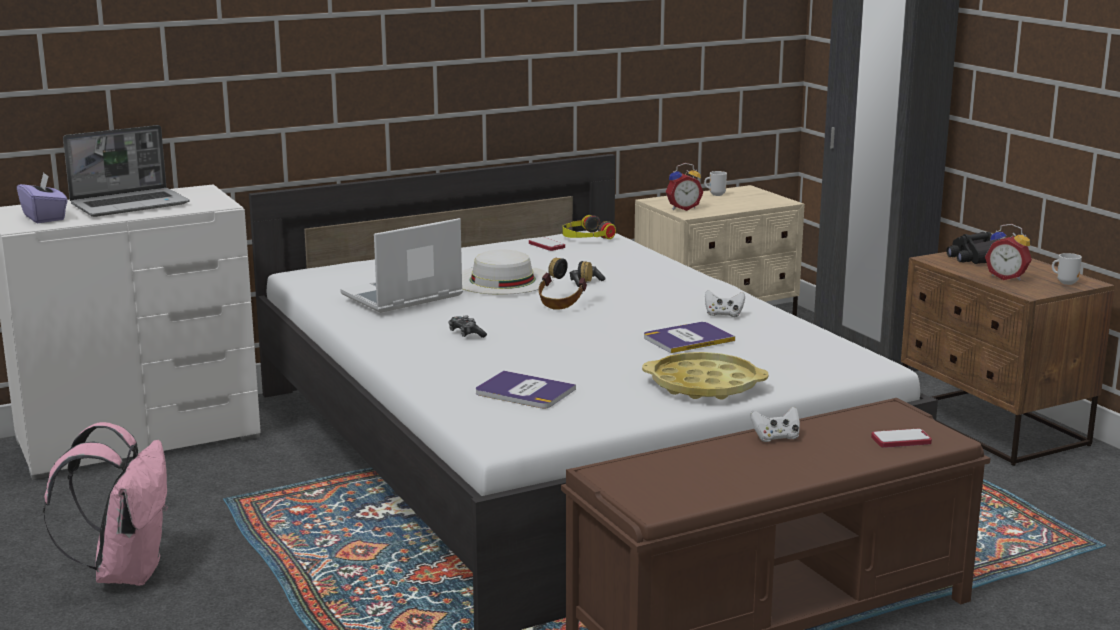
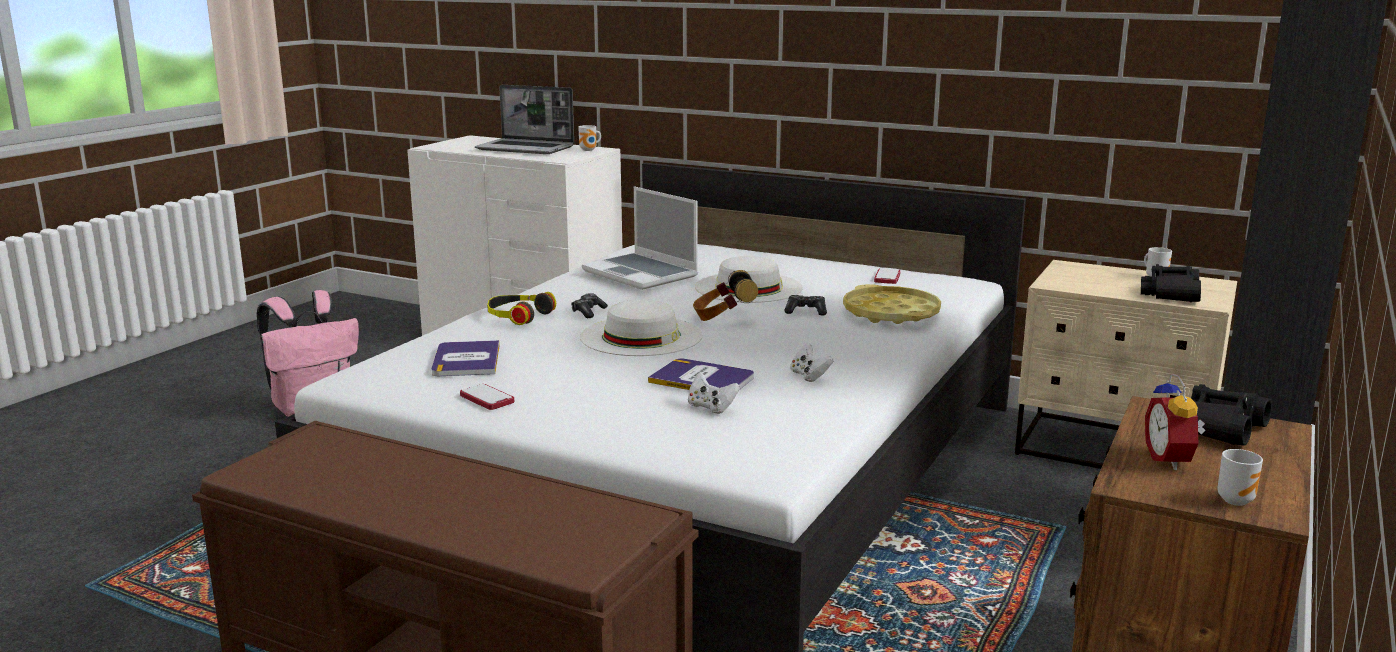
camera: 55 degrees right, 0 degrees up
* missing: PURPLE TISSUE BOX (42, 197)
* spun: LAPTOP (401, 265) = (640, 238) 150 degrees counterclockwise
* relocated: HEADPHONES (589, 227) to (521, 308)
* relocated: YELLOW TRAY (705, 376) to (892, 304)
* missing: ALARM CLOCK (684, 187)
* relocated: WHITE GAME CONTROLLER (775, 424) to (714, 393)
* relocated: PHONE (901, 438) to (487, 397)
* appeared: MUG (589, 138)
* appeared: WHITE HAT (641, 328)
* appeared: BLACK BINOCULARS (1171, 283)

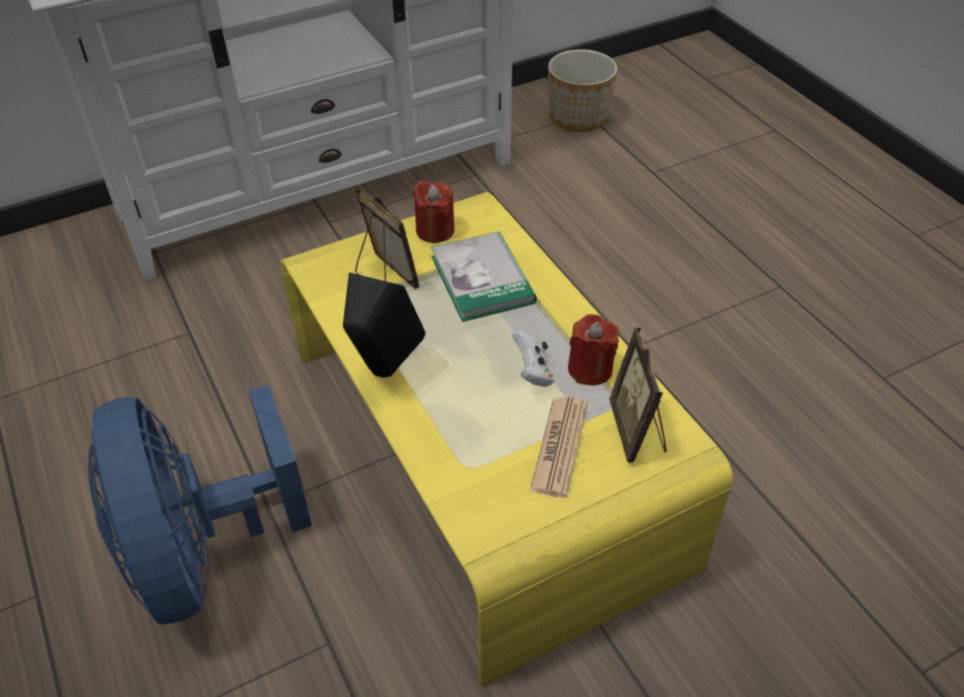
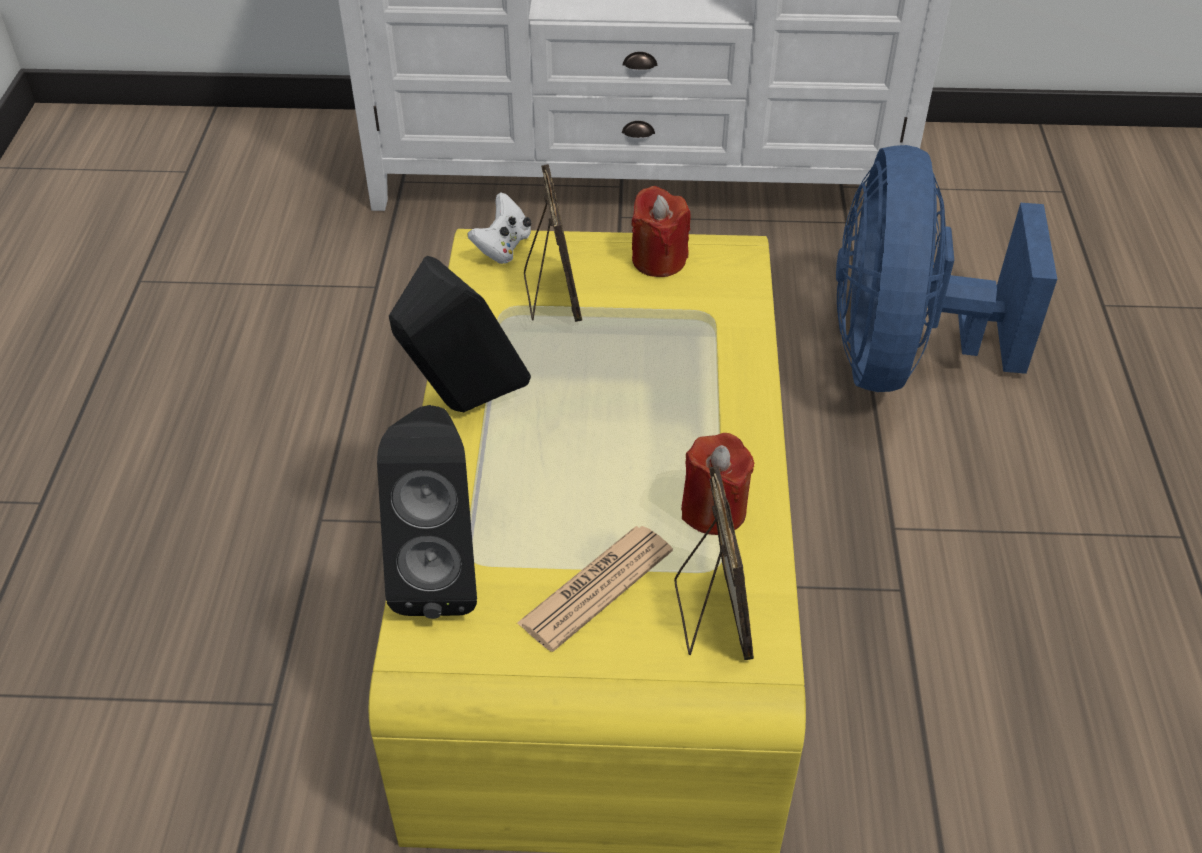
camera: 30 degrees right, 0 degrees up
* relocated: BLUE FAN (200, 504) to (946, 268)
* missing: BOOK (484, 276)
* relocated: WHITE GAME CONTROLLER (533, 358) to (499, 228)
* missing: PLANTER (583, 90)
* spun: PICTURE FRAME (638, 395) = (714, 563) 150 degrees clockwise
* appeared: BLACK SPEAKER (427, 512)

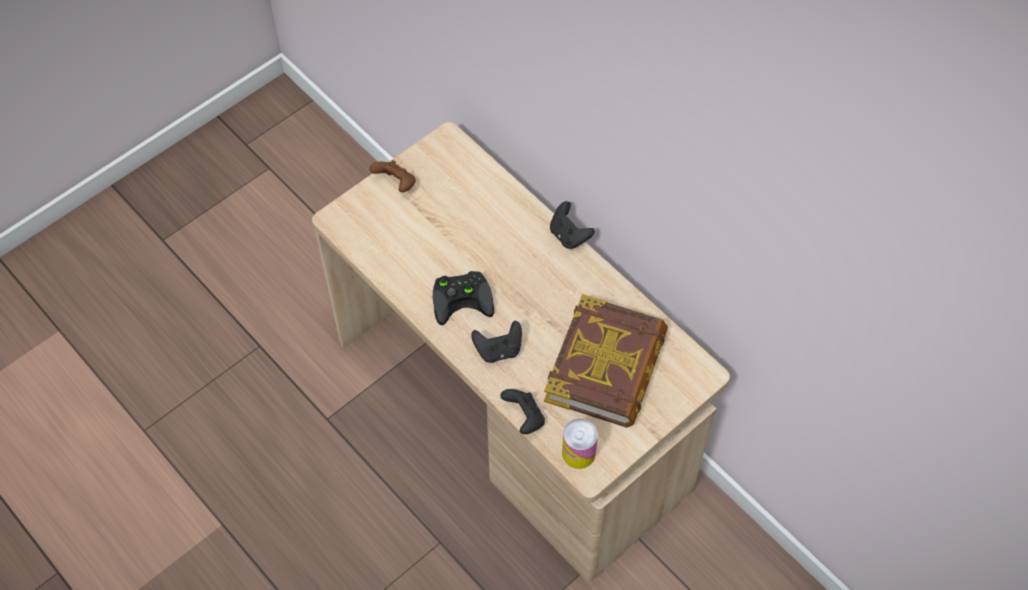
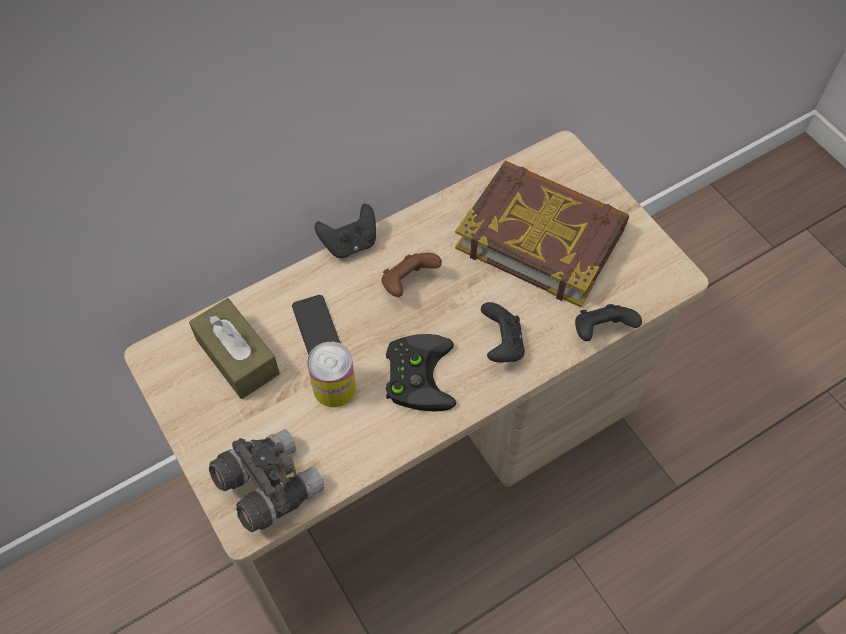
camera: 80 degrees left, 0 degrees up
* relocated: BROWN GAME CONTROLLER (392, 176) to (411, 275)
* relocated: CAN (580, 444) to (331, 374)
* appeared: BROWN TISSUE BOX (234, 348)
* appeared: GREY BINOCULARS (266, 480)
* appeared: PHONE (316, 325)

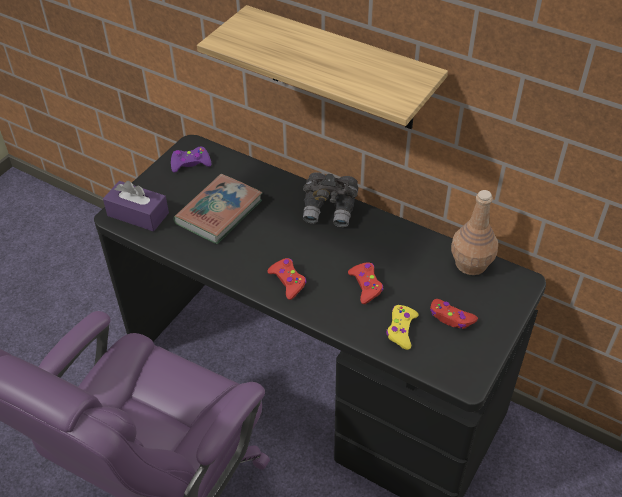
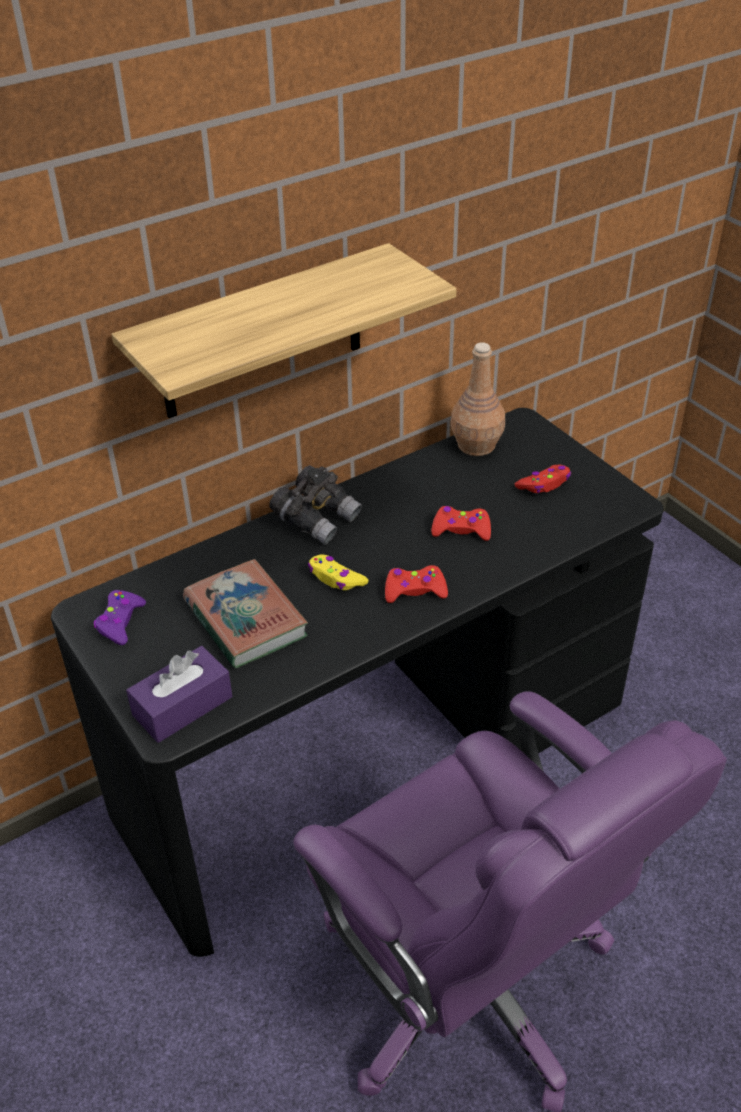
camera: 65 degrees left, 5 degrees down
* relocated: YELLOW GAME CONTROLLER (402, 327) to (338, 572)

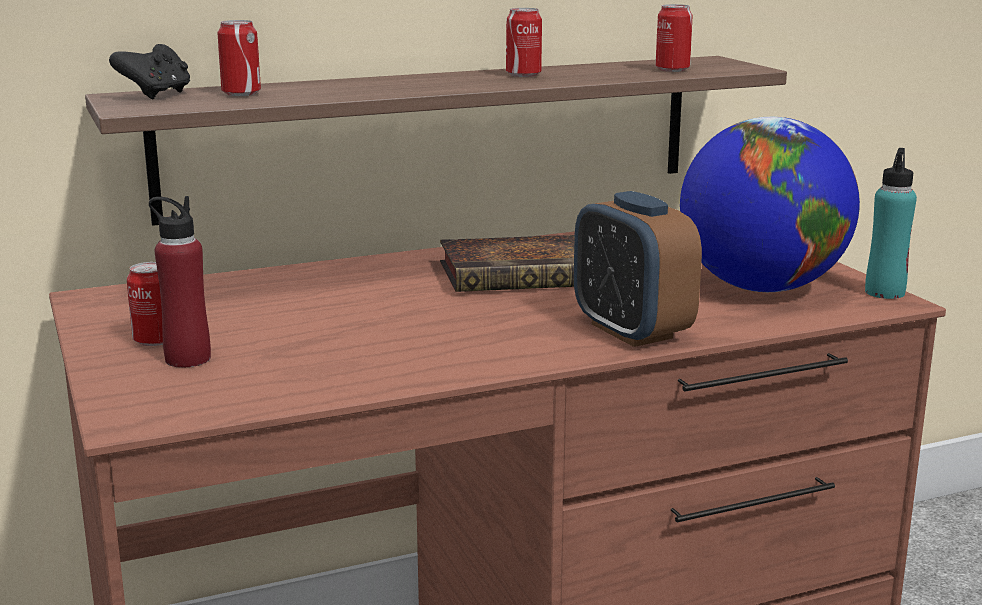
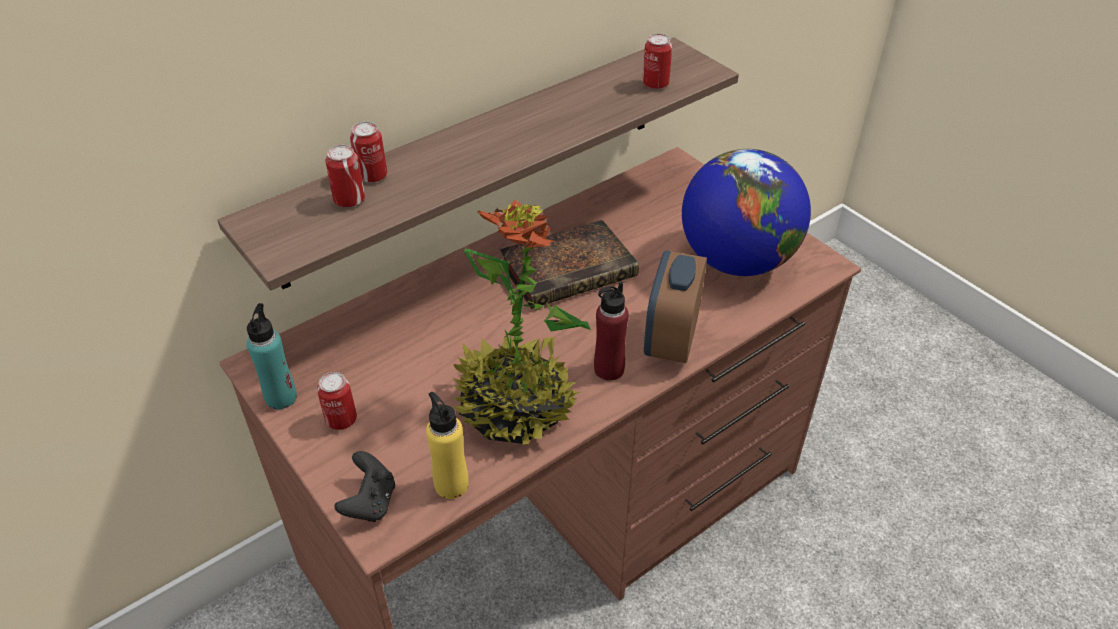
camera: 15 degrees left, 25 degrees up
* relocated: BLACK GAME CONTROLLER (149, 71) to (365, 486)
* relocated: RED BOTTLE (180, 282) to (611, 331)
* relocated: CAN (524, 42) to (368, 152)
* spun: ALARM CLOCK (638, 269) = (675, 307) 60 degrees clockwise
* relocated: TURQUOISE BOTTLE (891, 223) to (272, 356)
* appeared: YELLOW BOTTLE (447, 445)
* appeared: POTTED PLANT (521, 322)

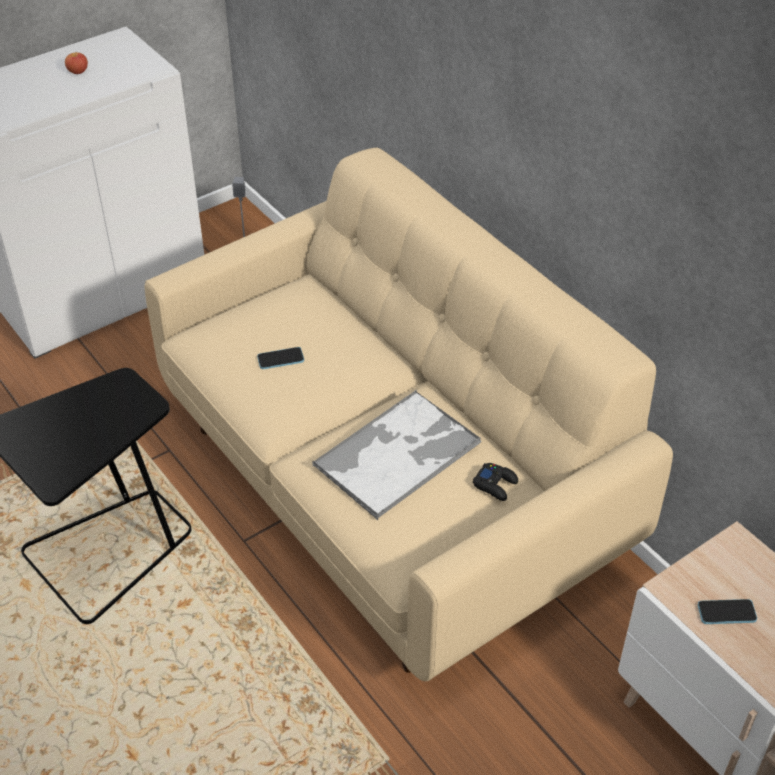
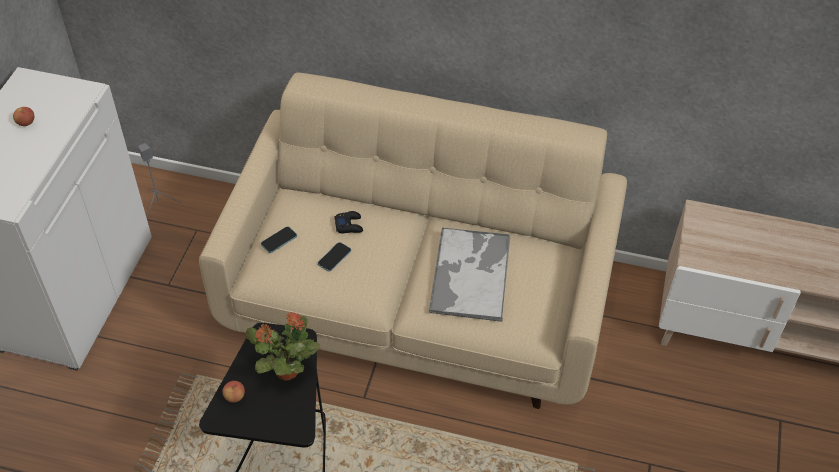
camera: 40 degrees left, 5 degrees up
* relocated: BLACK GAME CONTROLLER (495, 482) to (349, 222)
* relocated: PHONE (727, 611) to (279, 239)
* appeared: APPLE (233, 392)
* appeared: POTTED PLANT (283, 346)

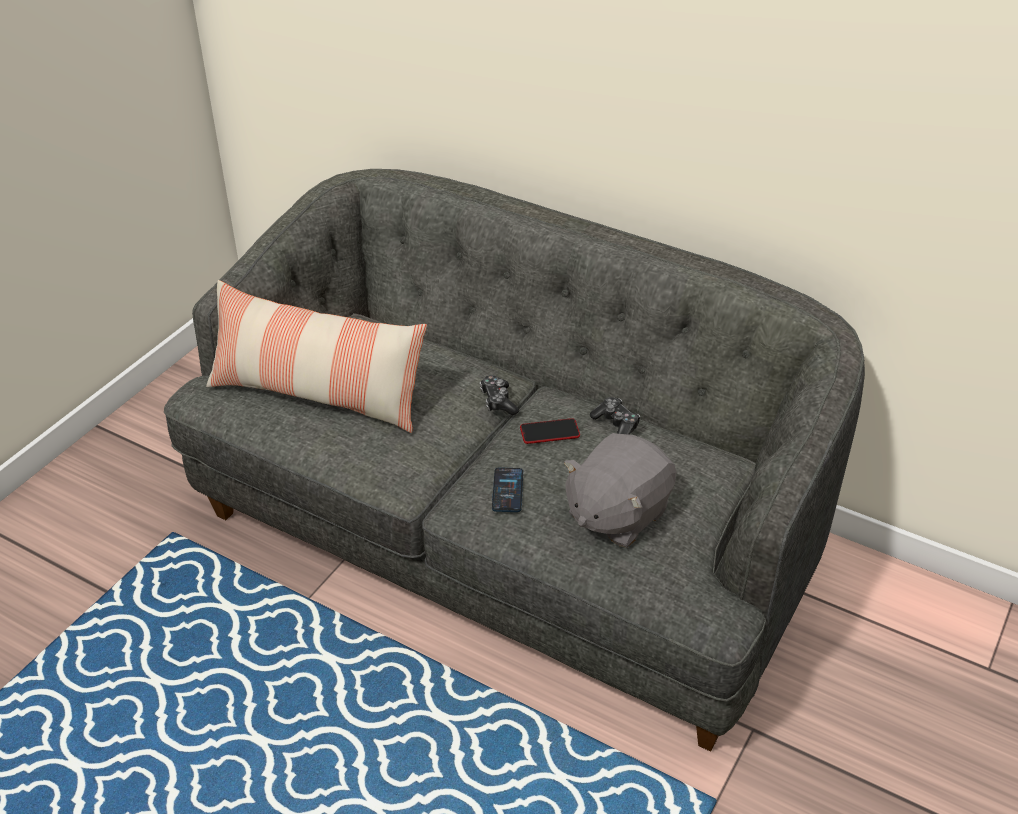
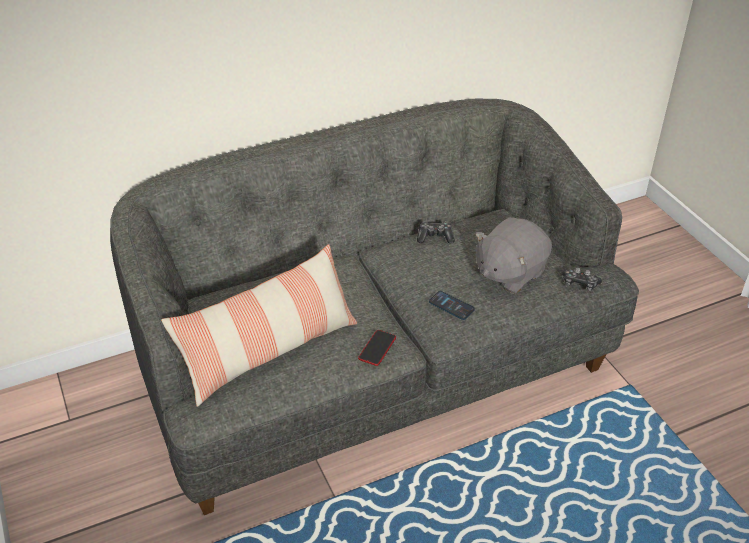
camera: 55 degrees left, 0 degrees up
* relocated: GAME CONTROLLER (499, 395) to (582, 279)
* relocated: PHONE (550, 431) to (377, 348)
* spun: GREY PLUSH TOY (620, 490) = (513, 255) 60 degrees clockwise

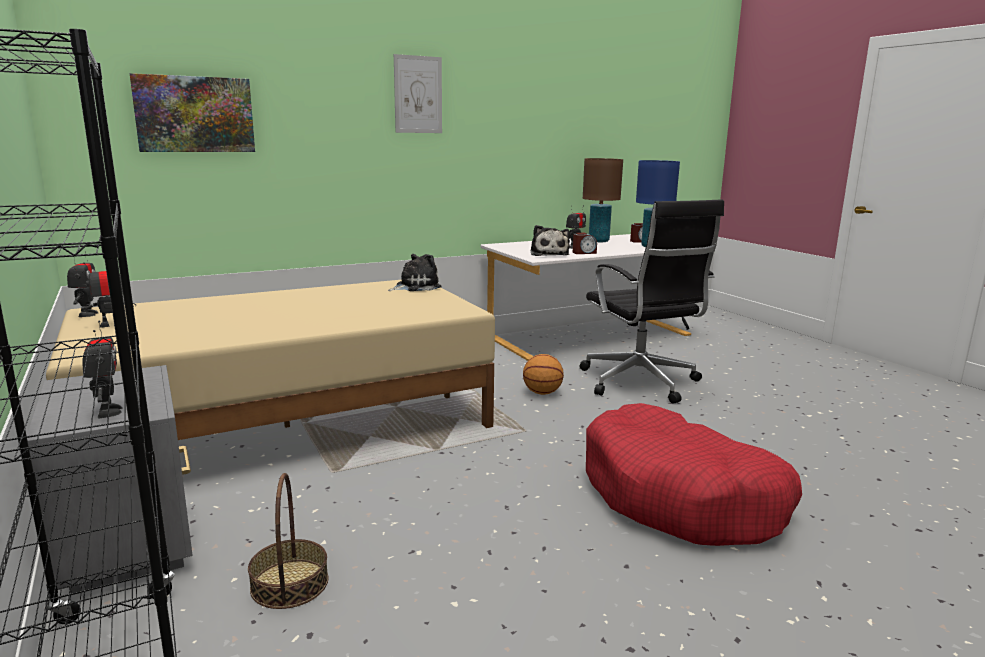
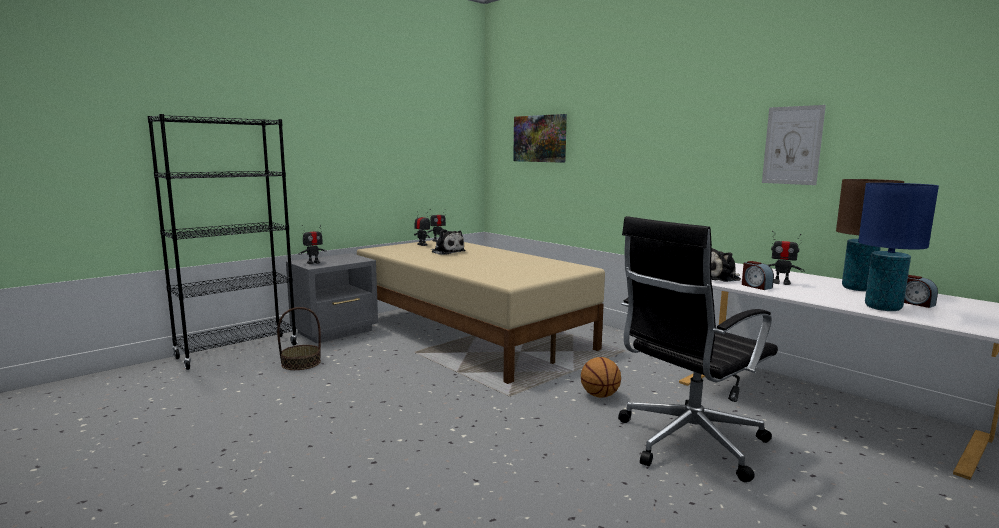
camera: 75 degrees right, 5 degrees down
* relocated: PLUSH TOY (415, 272) to (447, 242)
* relocated: PICTURE (418, 93) to (794, 145)
* missing: RED DOG BED (694, 474)

